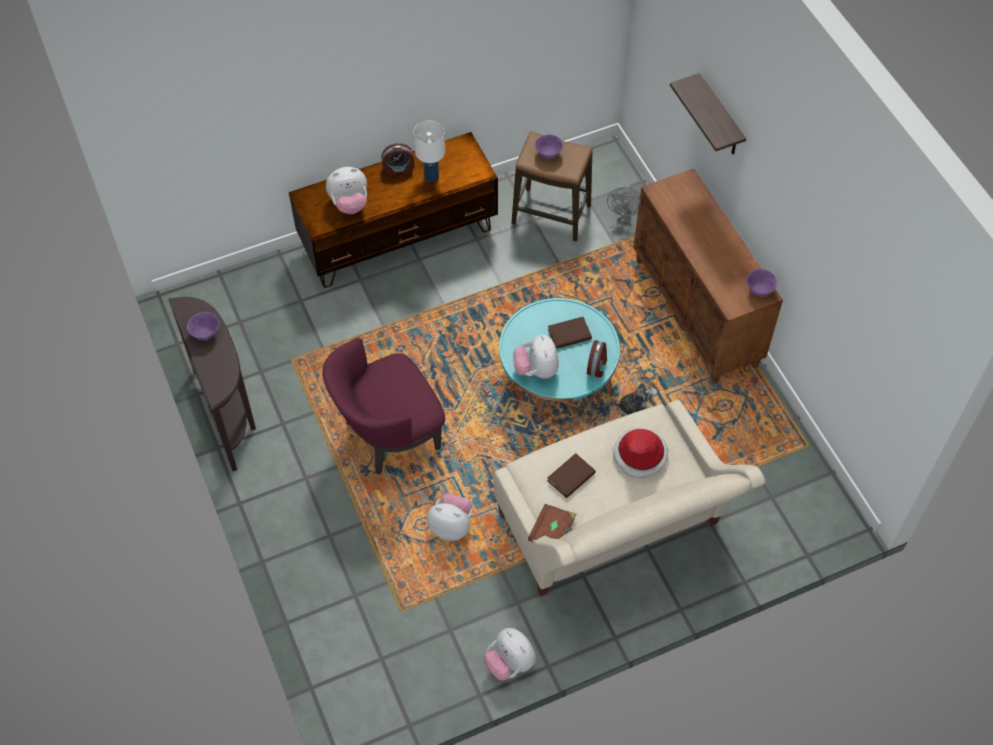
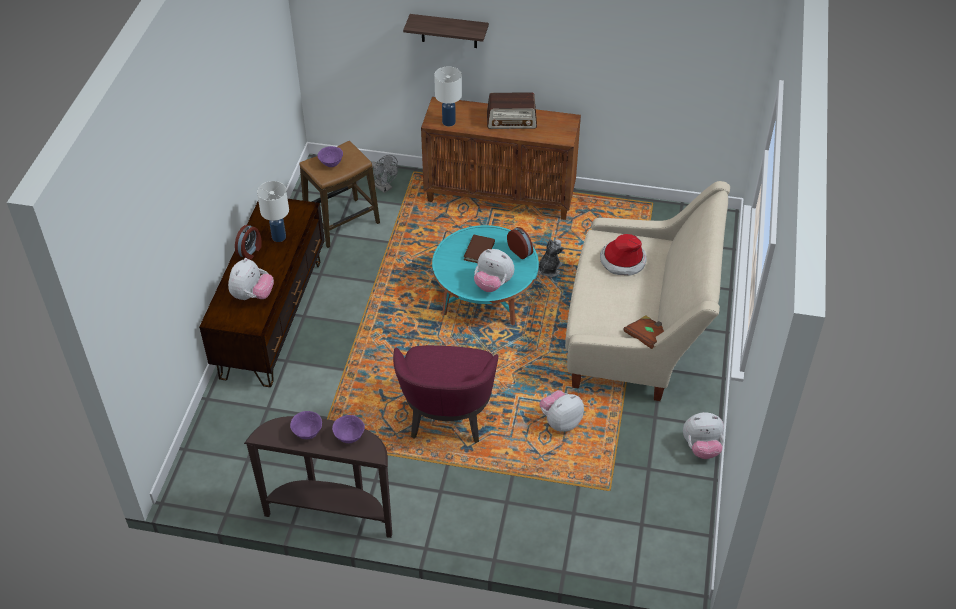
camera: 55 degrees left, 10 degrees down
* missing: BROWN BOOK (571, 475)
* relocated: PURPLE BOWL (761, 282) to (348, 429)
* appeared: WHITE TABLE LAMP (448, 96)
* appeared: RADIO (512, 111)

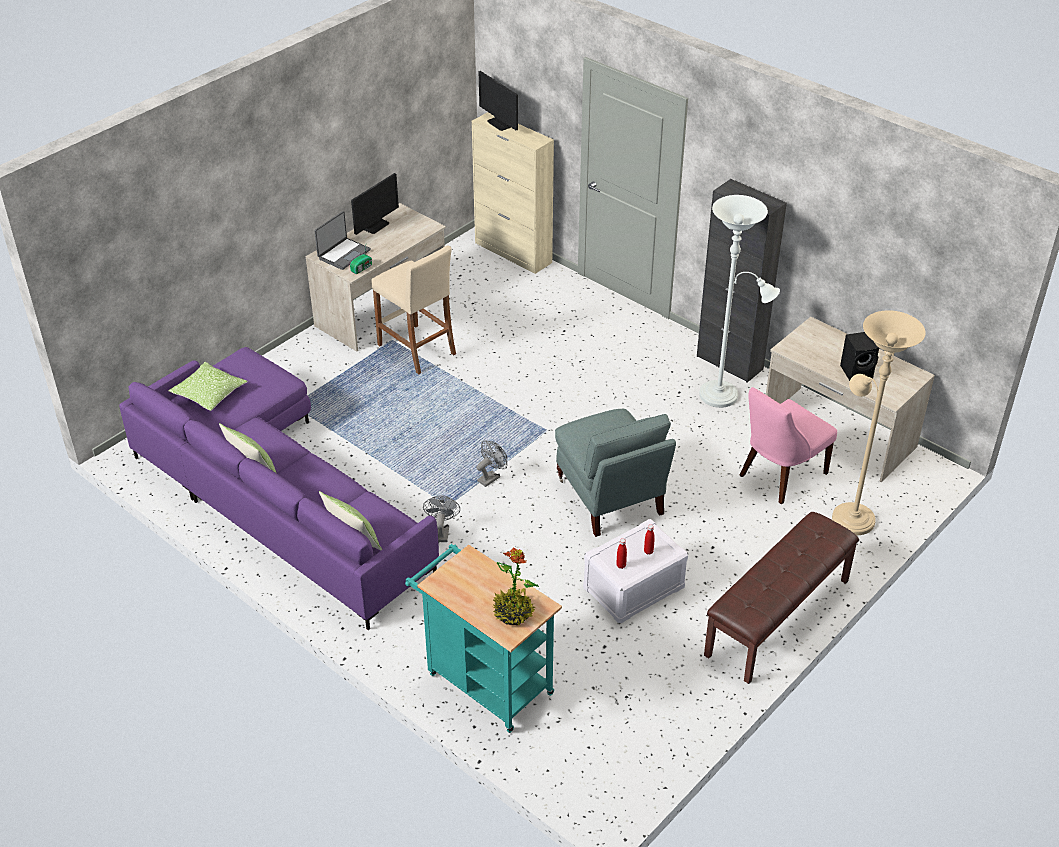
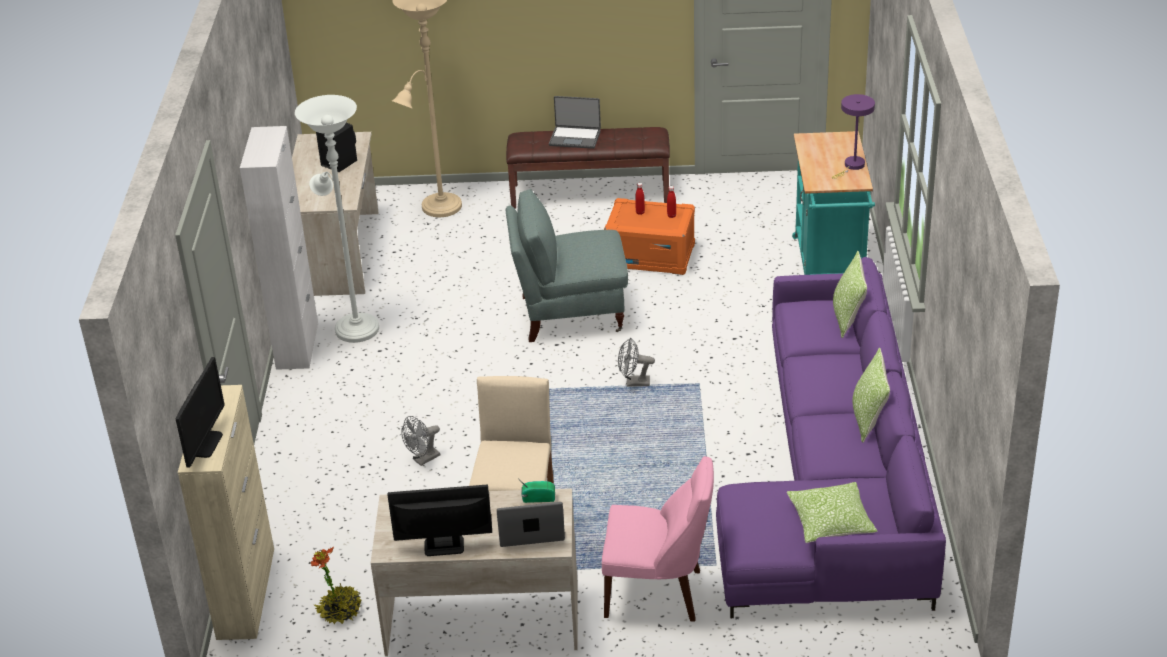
camera: 130 degrees left, 5 degrees down
* relocated: GREY FAN (441, 518) to (421, 441)
* relocated: POTTED PLANT (516, 586) to (336, 585)
* spun: GREY ARMCHAIR (615, 473) = (567, 265) 120 degrees counterclockwise
* colour: WHITE STORAGE BOX (635, 571) to ORANGE STORAGE BOX (649, 236)
* colour: BLACK CABINET (742, 281) to WHITE CABINET (279, 248)
* relocated: PINK CHAIR (788, 445) to (658, 538)
* appeared: LAPTOP (575, 122)
* appeared: PURPLE TABLE LAMP (853, 136)

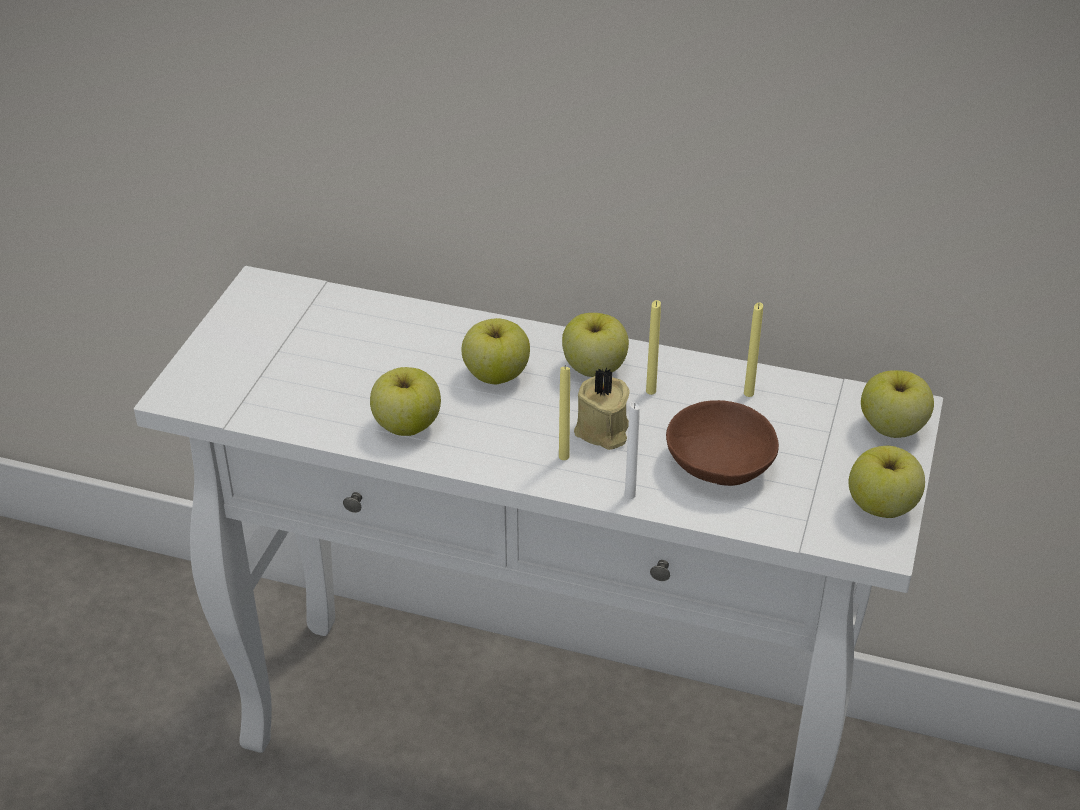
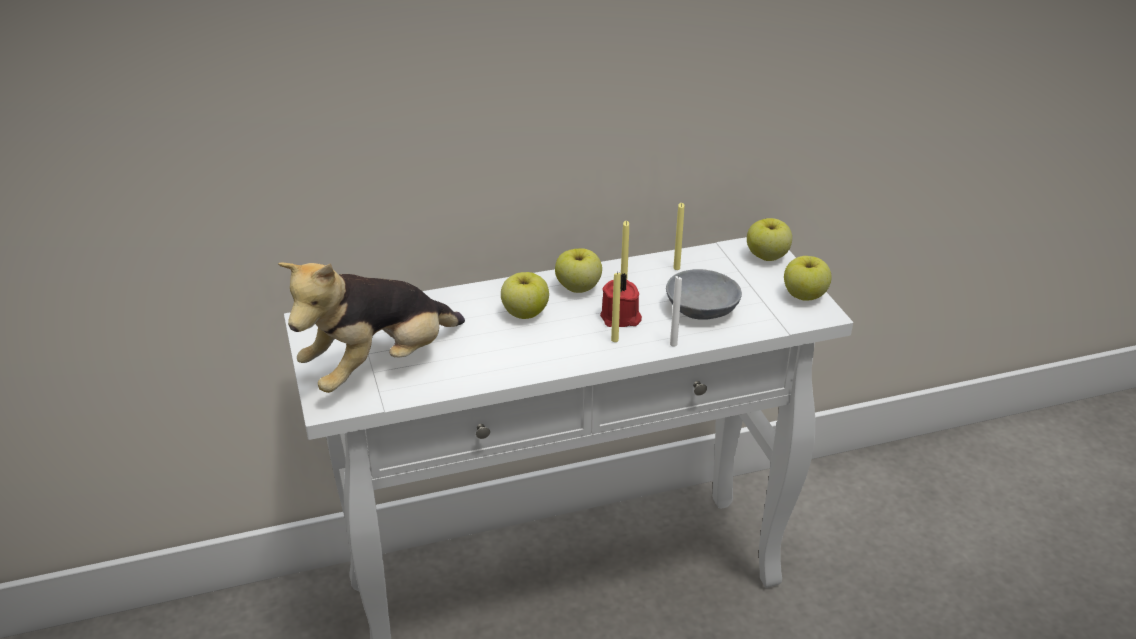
camera: 35 degrees left, 5 degrees down
* missing: APPLE (405, 401)
* colour: BEIGE CANDLE (602, 408) to RED CANDLE (621, 299)
* colour: BROWN BOWL (722, 443) to GREY BOWL (704, 294)
* appeared: PLUSH TOY (371, 327)

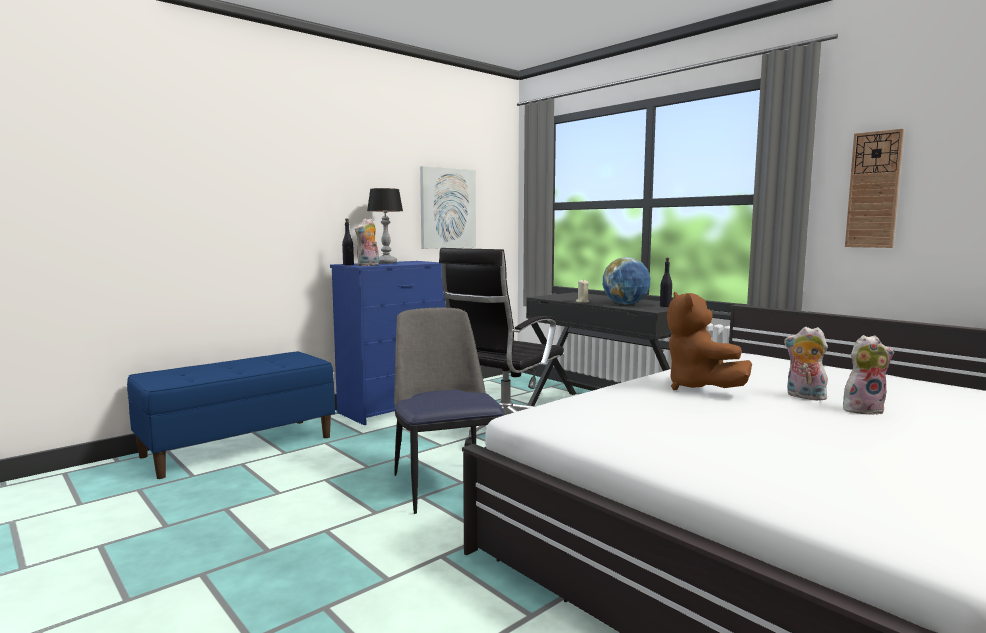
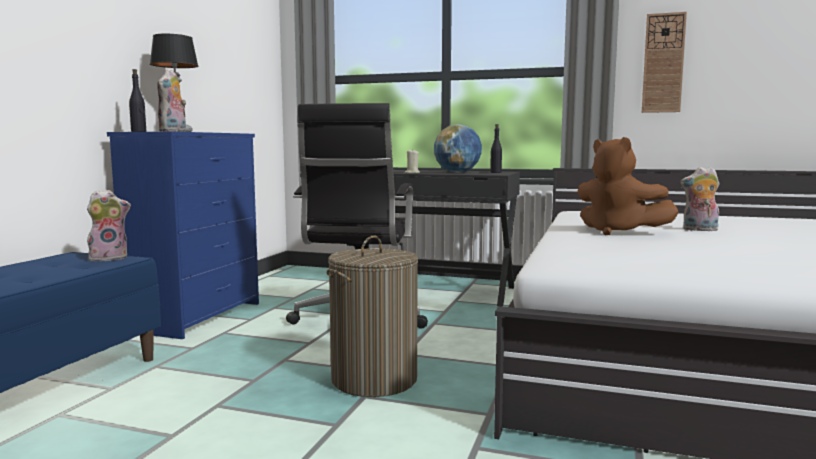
camera: 30 degrees left, 0 degrees up
* exchanged: CHAIR (449, 411) to LAUNDRY BASKET (372, 316)
* missing: PICTURE (448, 207)
* relocated: PLUSH TOY (868, 375) to (109, 225)

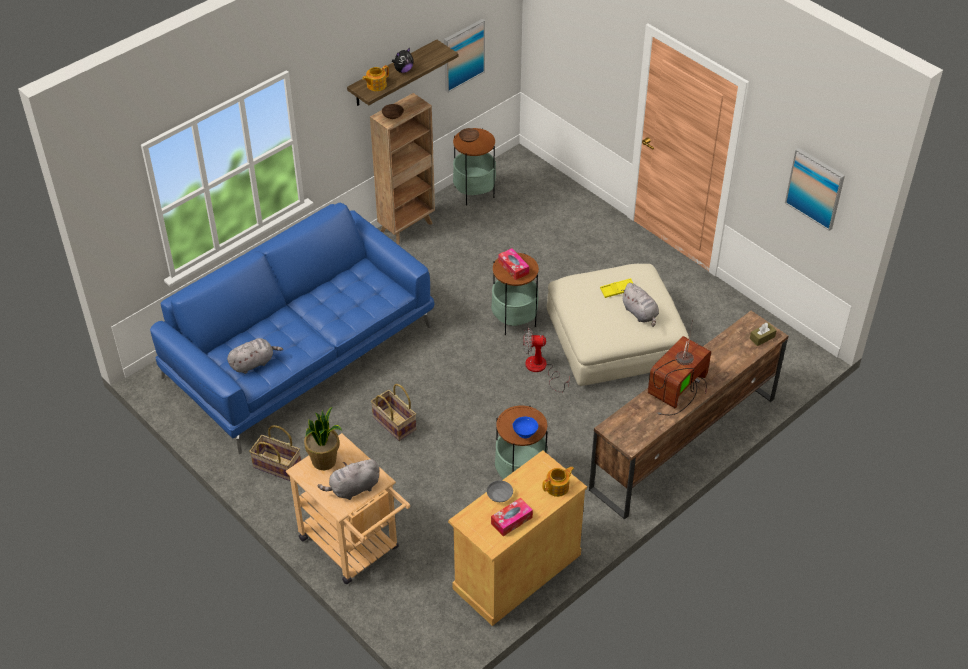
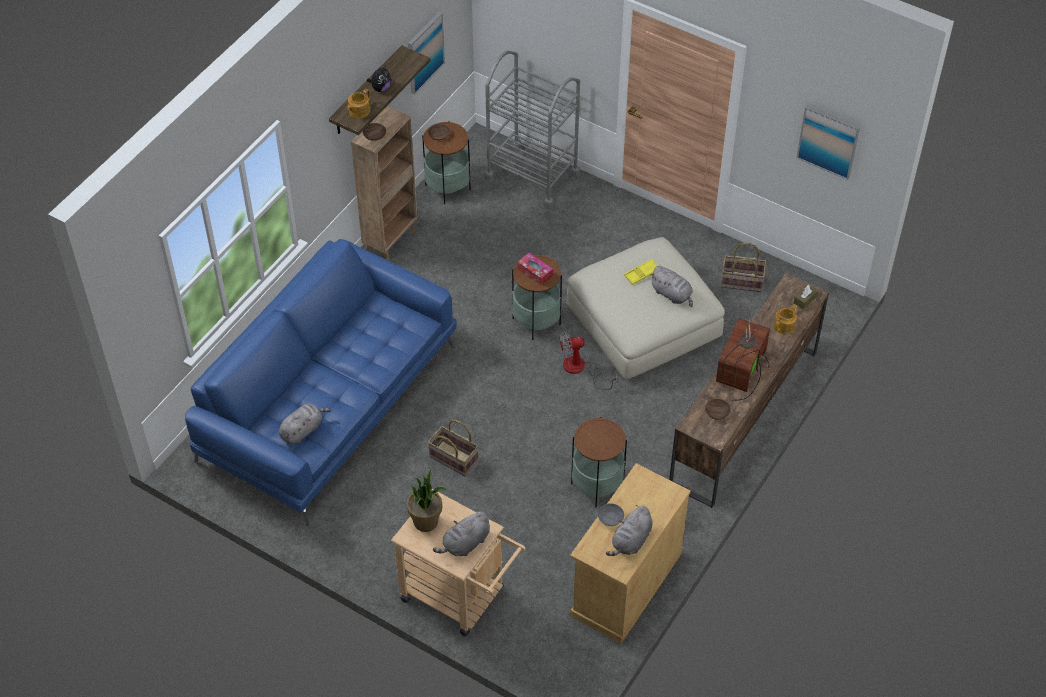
camera: 15 degrees left, 5 degrees up
* relocated: BASKET (275, 453) to (743, 267)
* exchanged: TISSUE BOX (512, 517) to GREY PLUSH TOY (629, 530)
* missing: BLUE BOWL (525, 427)
* relocated: TEAPOT (558, 482) to (785, 319)
* appeared: GREY CART (532, 129)
* appeared: BROWN BOWL (718, 409)

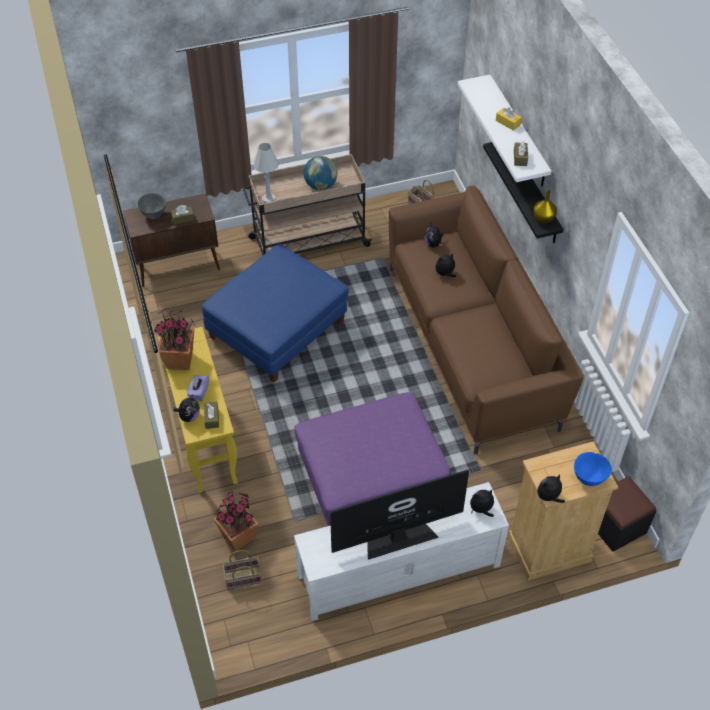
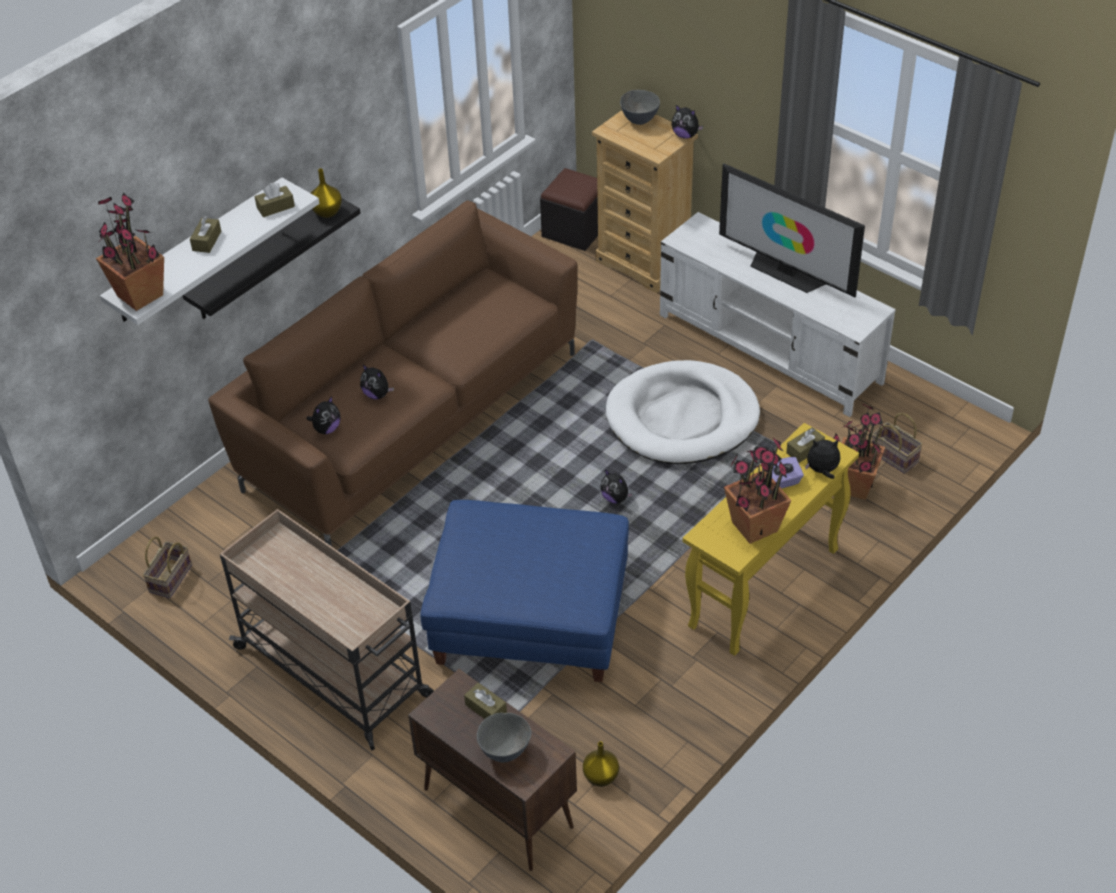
camera: 120 degrees left, 5 degrees down
* missing: WHITE TABLE LAMP (266, 173)
* exchanged: PURPLE OTTOMAN (372, 459) to WHITE DOG BED (683, 412)
* missing: GLOBE (320, 173)
* relocated: PLUSH TOY (482, 503) to (616, 486)
* colour: YELLOW TISSUE BOX (509, 119) to BROWN TISSUE BOX (205, 234)
* colour: BLUE BOWL (593, 469) to GREY BOWL (640, 107)
* appeared: POTTED PLANT (130, 252)
* appeared: YELLOW VASE (601, 764)

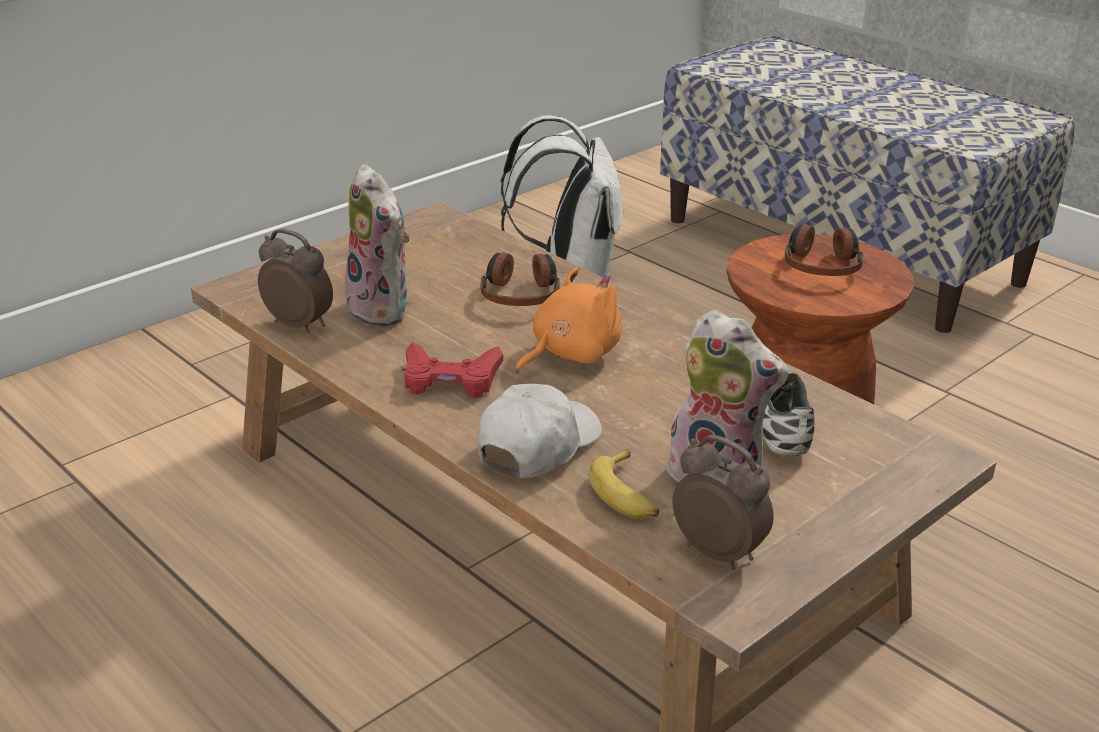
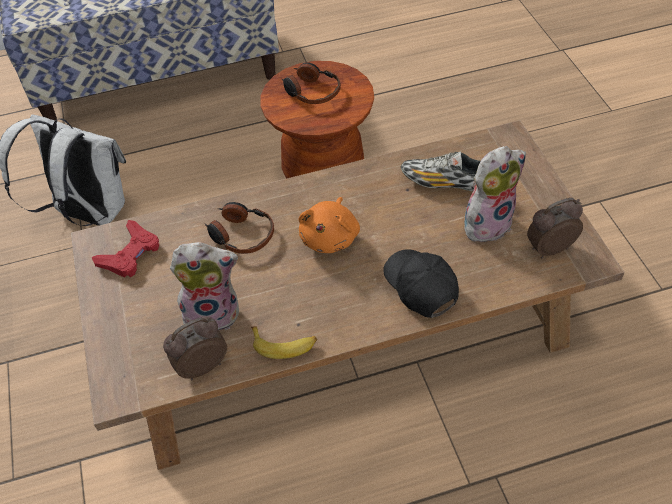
camera: 60 degrees left, 20 degrees up
* relocated: RED GAME CONTROLLER (454, 370) to (125, 249)
* colour: WHITE CAP (540, 431) to BLACK CAP (421, 283)
* spun: ORANGE PLUSH TOY (569, 320) = (329, 225) 150 degrees counterclockwise
* relocated: BANANA (624, 484) to (284, 342)

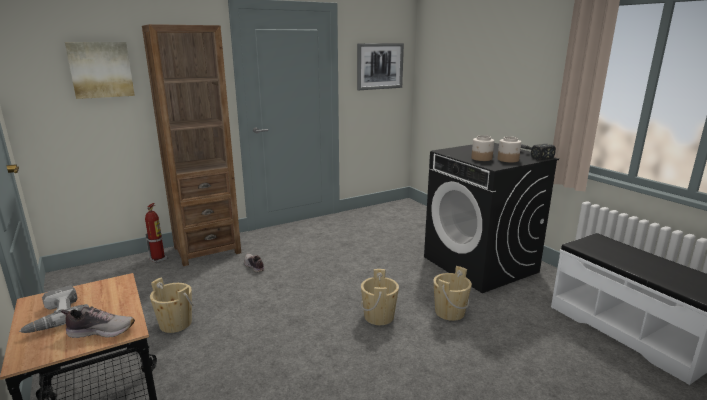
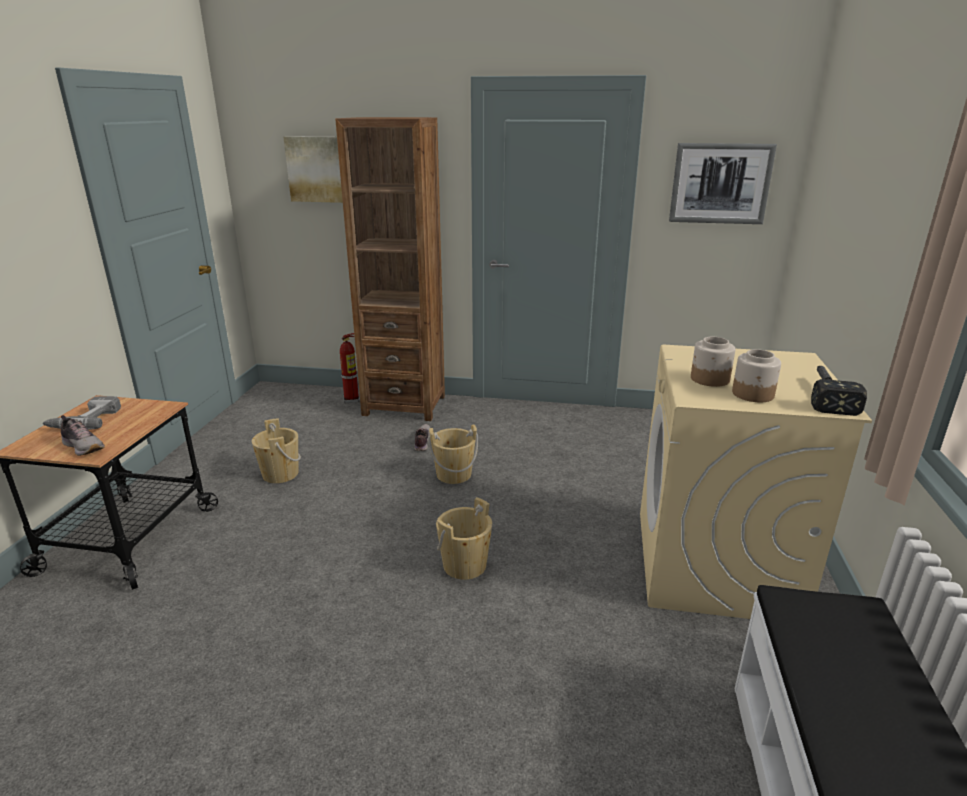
camera: 40 degrees right, 5 degrees up
* colour: BLACK WASHING MACHINE (491, 218) to BEIGE WASHING MACHINE (756, 482)
* relocated: BEIGE BUCKET (452, 293) to (453, 454)

